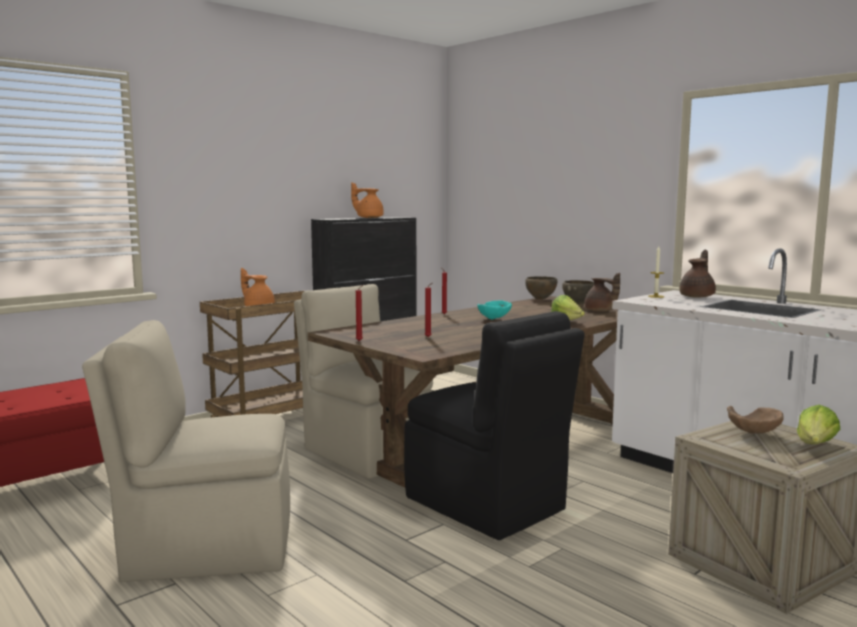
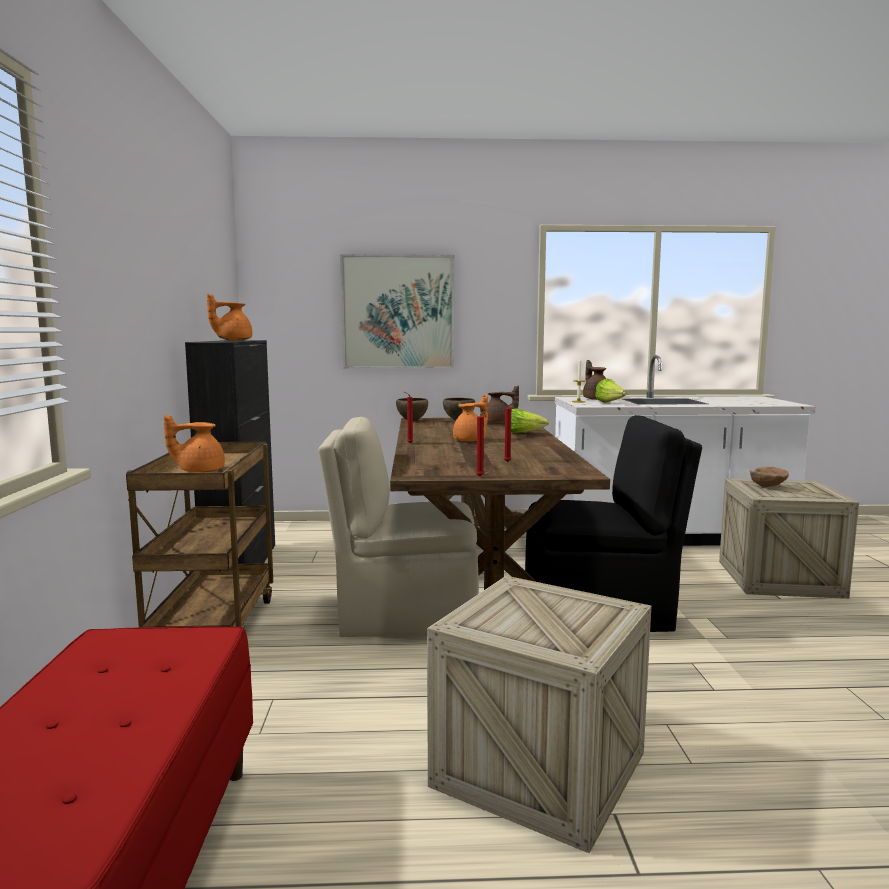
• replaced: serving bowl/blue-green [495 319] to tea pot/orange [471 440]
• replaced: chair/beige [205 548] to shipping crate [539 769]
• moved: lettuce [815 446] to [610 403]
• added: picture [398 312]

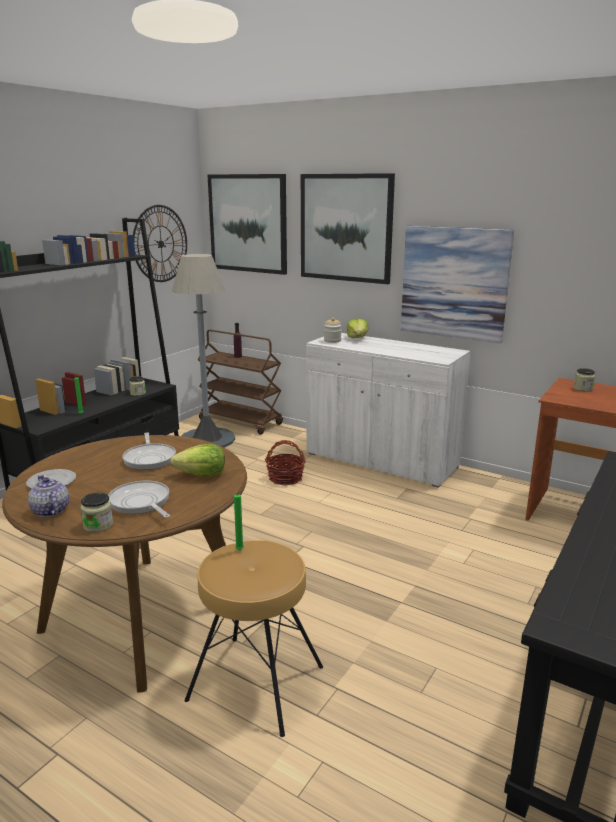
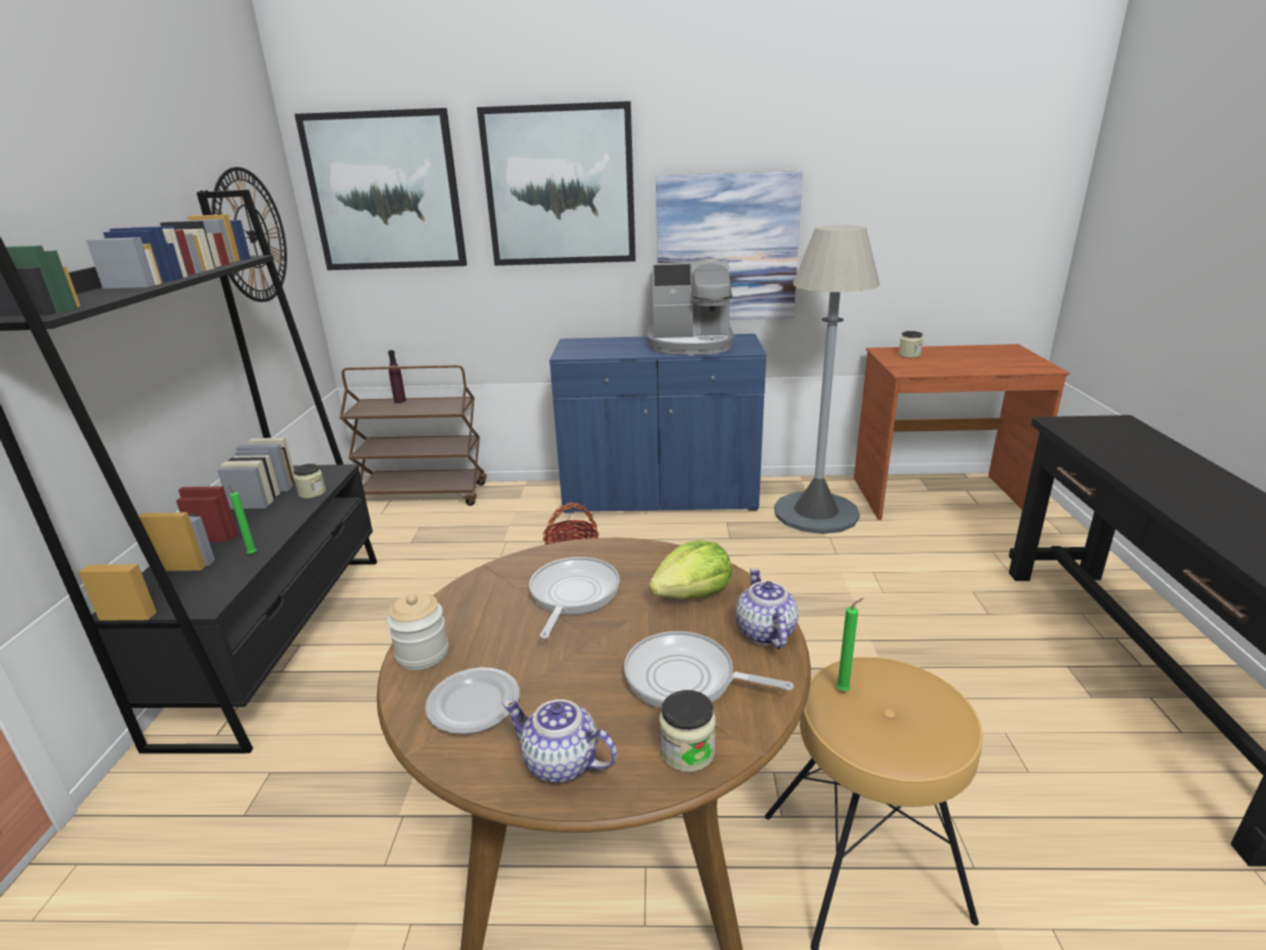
• moved: floor lamp/grey [207 439] to [816 513]
• moved: jar [332 340] to [422 653]
• removed: lettuce [357 338]
• recoloured: cabinet/whitish [381 460] to cabinet/blue-coloured [660 496]
• turned: skillet [150 458] = [572 595] 120 degrees counterclockwise
• added: coffee machine [691 344]
• added: tea pot [765 633]

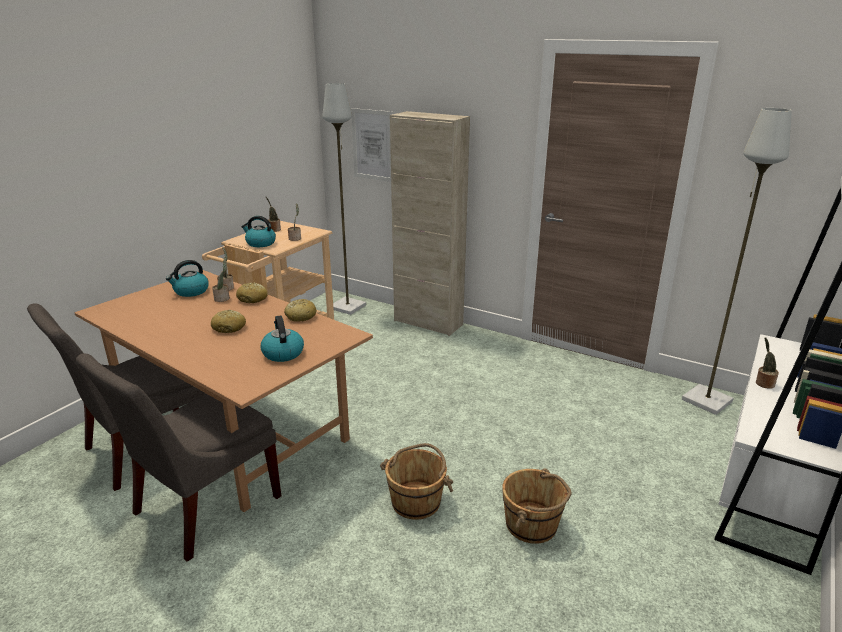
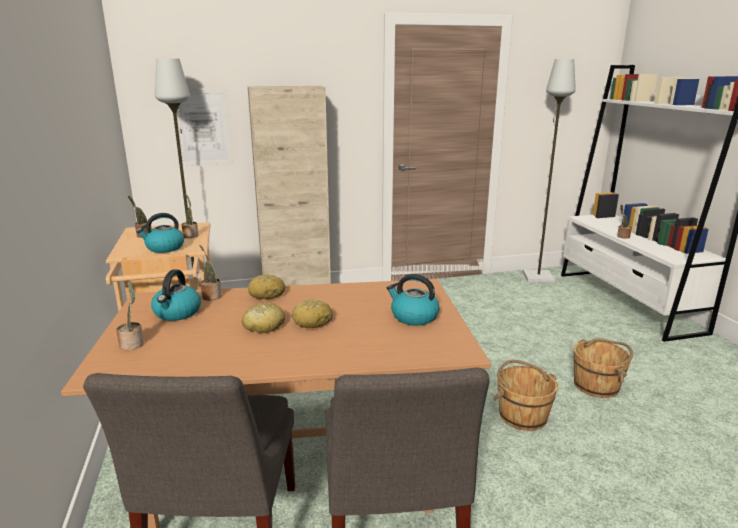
• moved: potted plant [223 298] to [132 344]
• moved: bread [300 316] to [263 326]

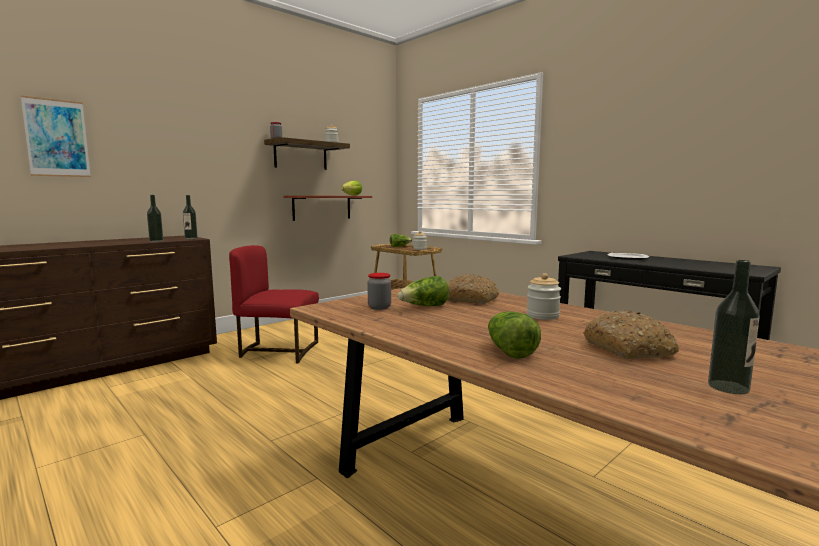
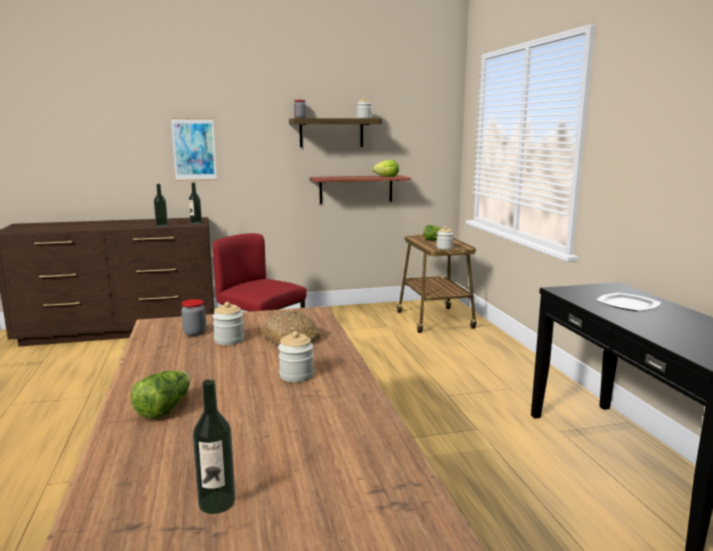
• moved: picture [57 138] to [194 149]
• replaced: lettuce [424 307] to jar [229 340]
• removed: bread [629 349]

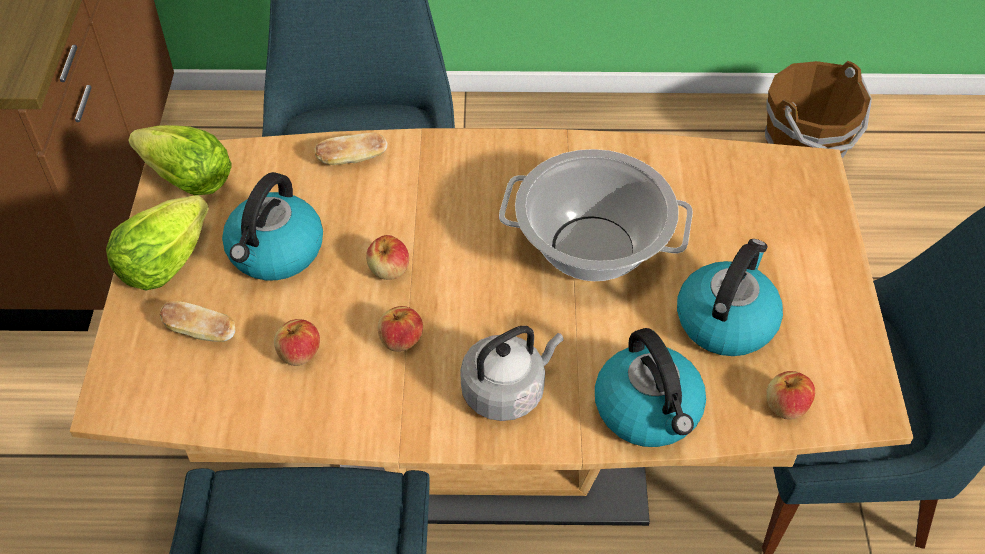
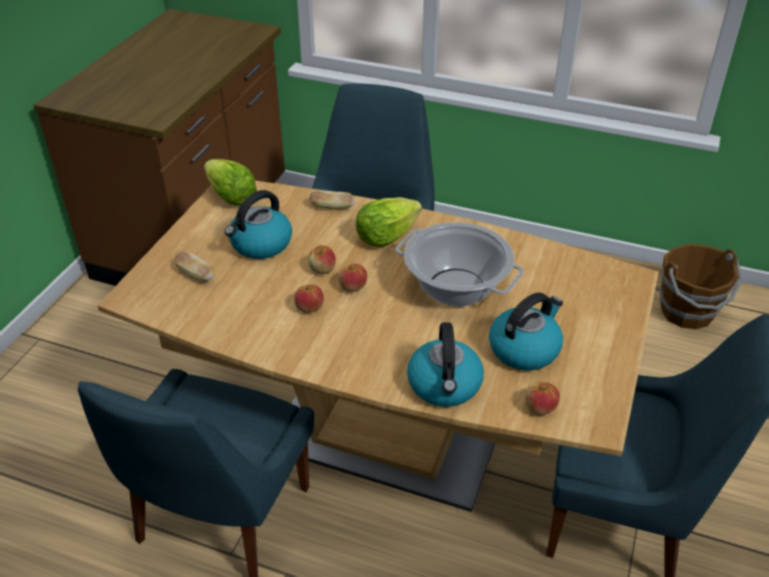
• moved: lettuce [163 263] to [386 236]
• moved: apple fruit [299 354] to [352 287]
• removed: kettle/grey [507 391]

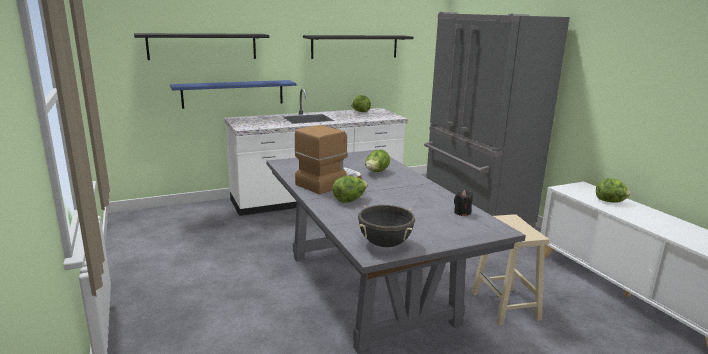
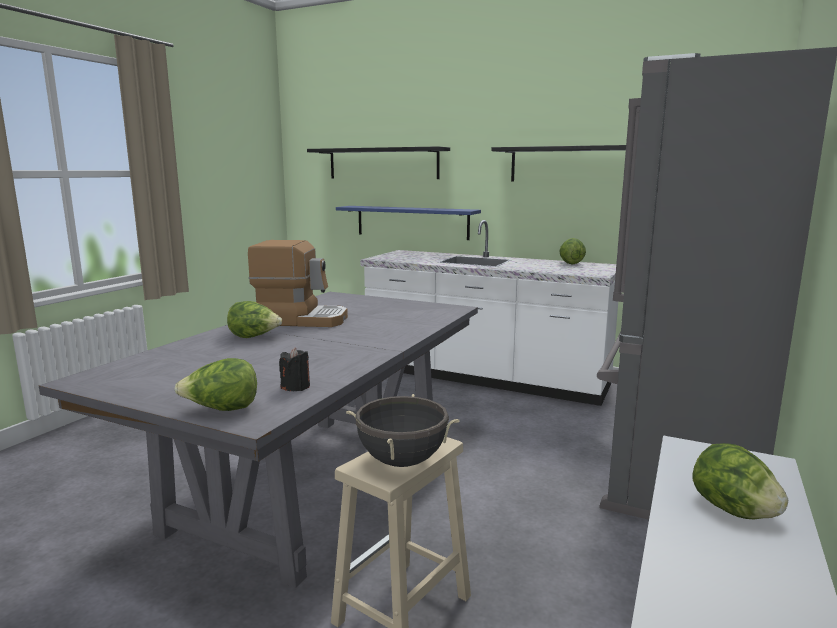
• moved: lettuce [376 172] to [222 410]
• moved: cooking pot/black [385 244] to [402 461]

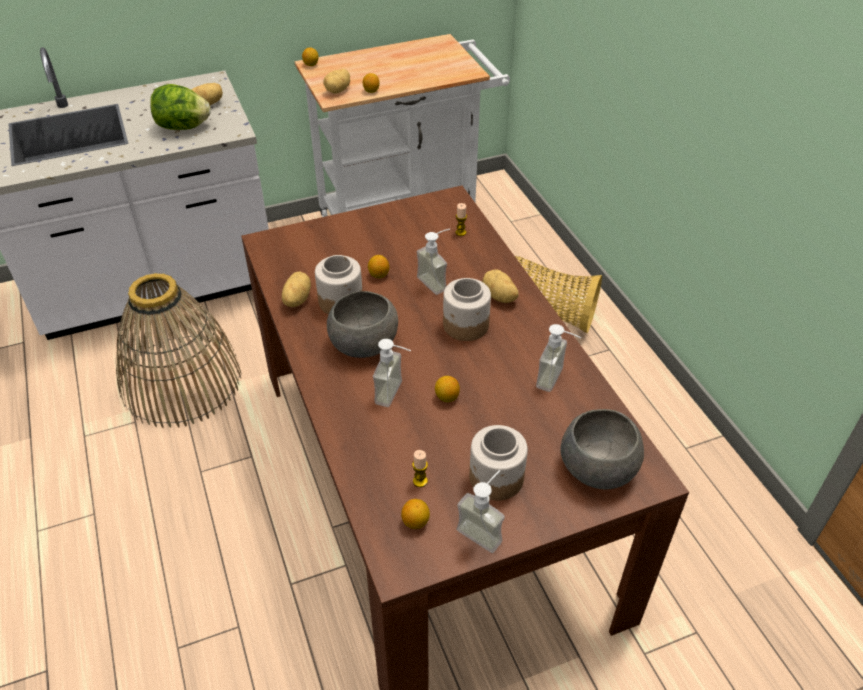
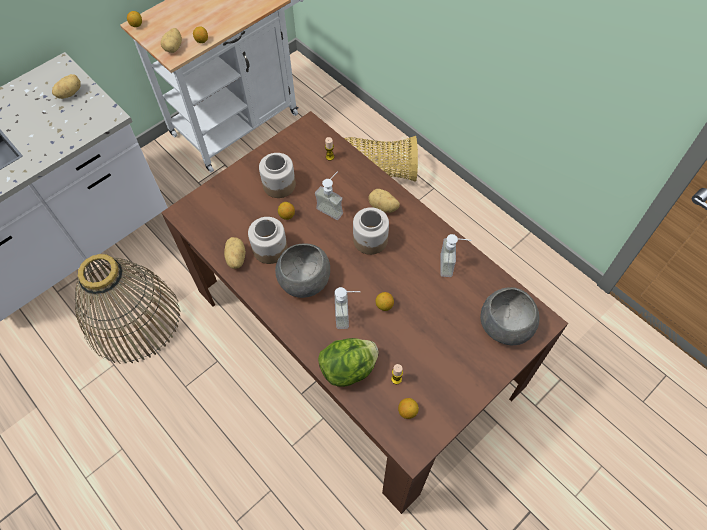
• moved: lettuce [183 127] to [349 368]
• moved: jar [496 479] to [279 185]
• removed: liquid soap bottle [484 529]

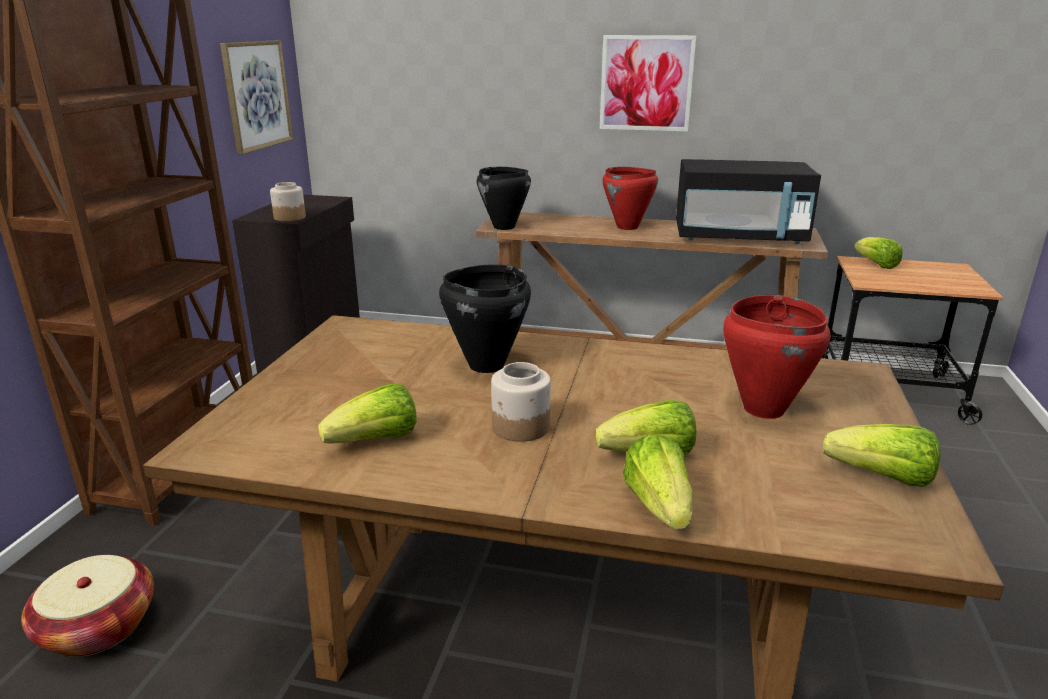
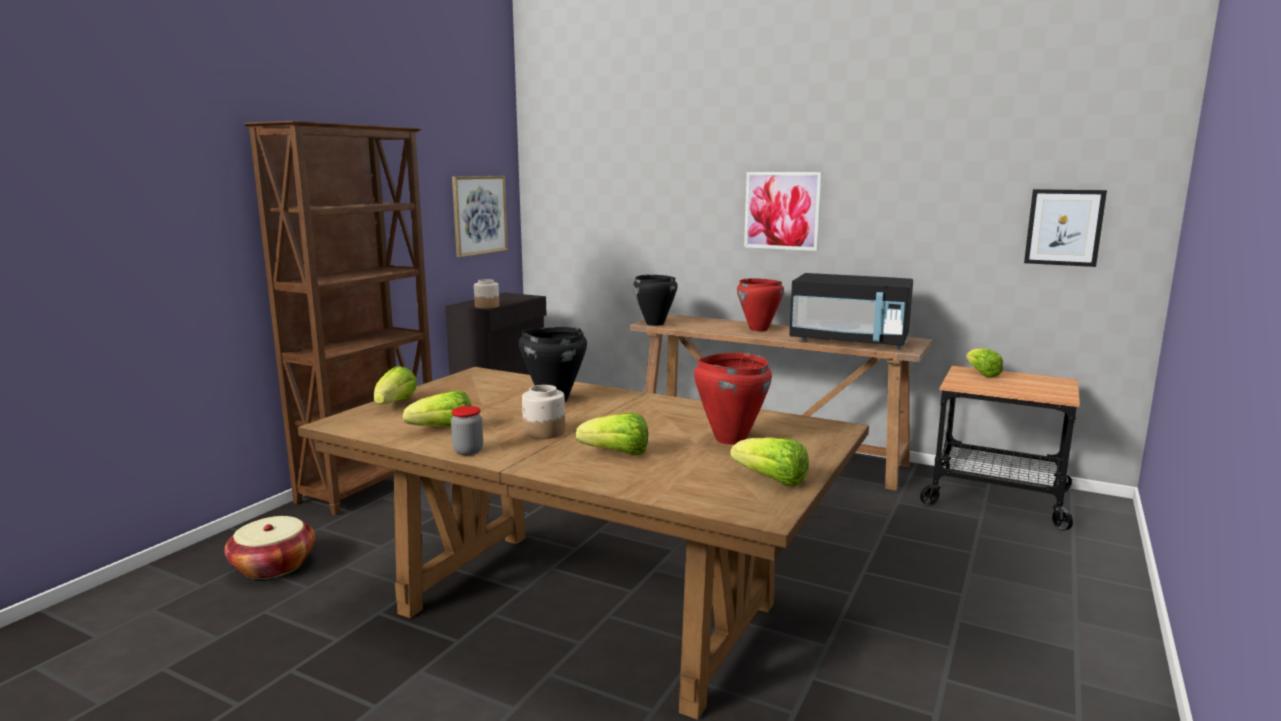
• moved: lettuce [659 506] to [395 403]
• added: picture [1064 227]
• added: jar [468 451]

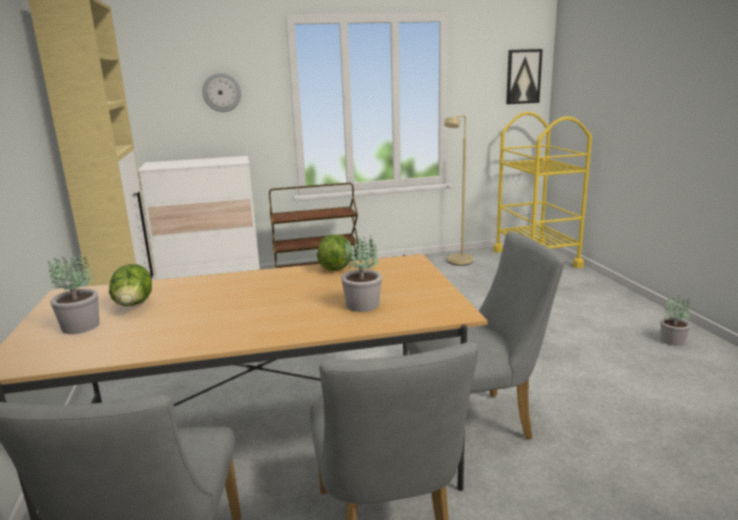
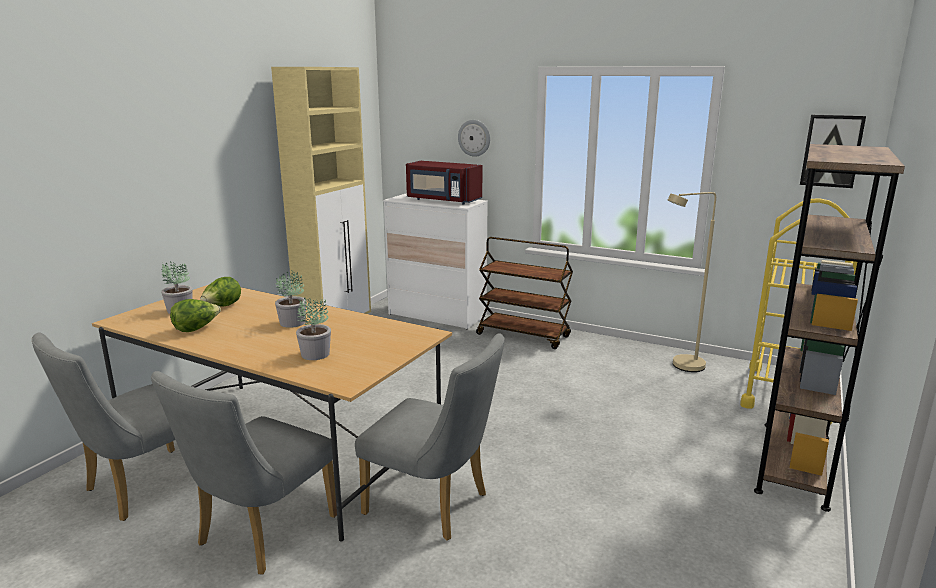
• moved: lettuce [336 267] to [196 329]
• moved: potted plant [672 340] to [293 323]
• added: shelving unit/brown [793 463]
• added: kitchen microwave/red-coloured [442 200]

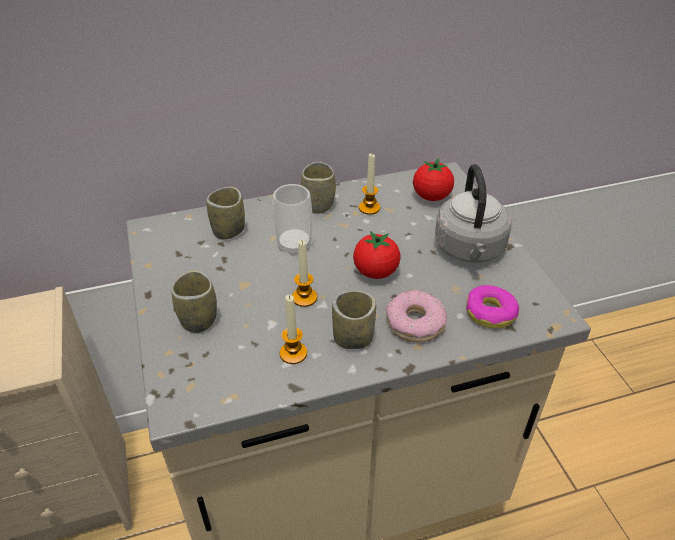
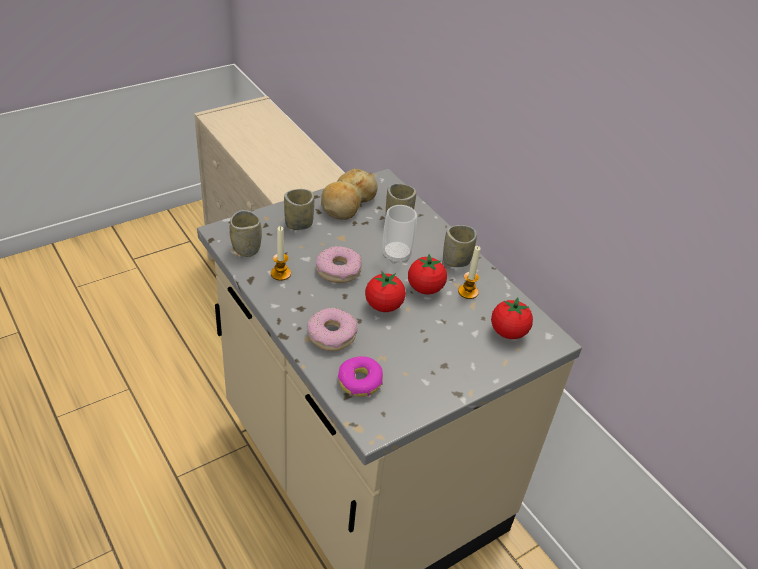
• removed: kettle/grey [469 250]
• replaced: wax candle [304 298] to doughnut [338 270]
• moved: cup [353 338] to [246 248]
• added: bread [347 203]
• added: whole tomato [425 288]

